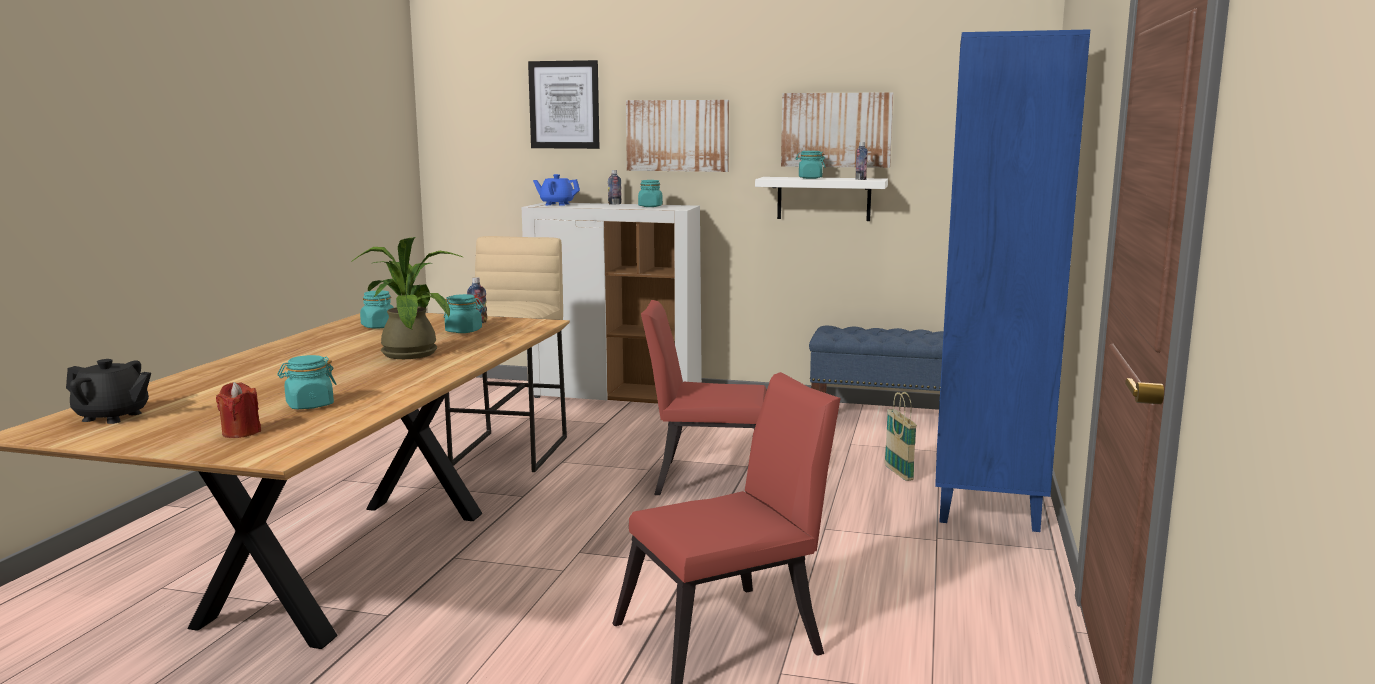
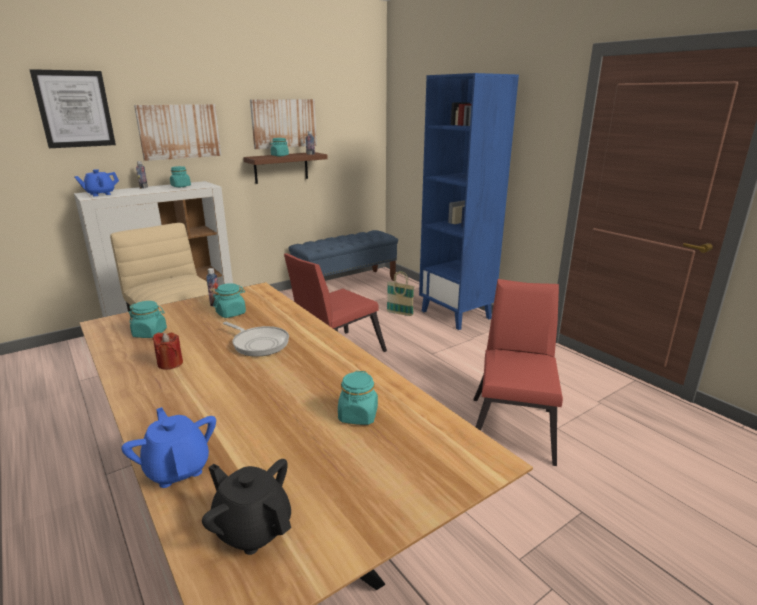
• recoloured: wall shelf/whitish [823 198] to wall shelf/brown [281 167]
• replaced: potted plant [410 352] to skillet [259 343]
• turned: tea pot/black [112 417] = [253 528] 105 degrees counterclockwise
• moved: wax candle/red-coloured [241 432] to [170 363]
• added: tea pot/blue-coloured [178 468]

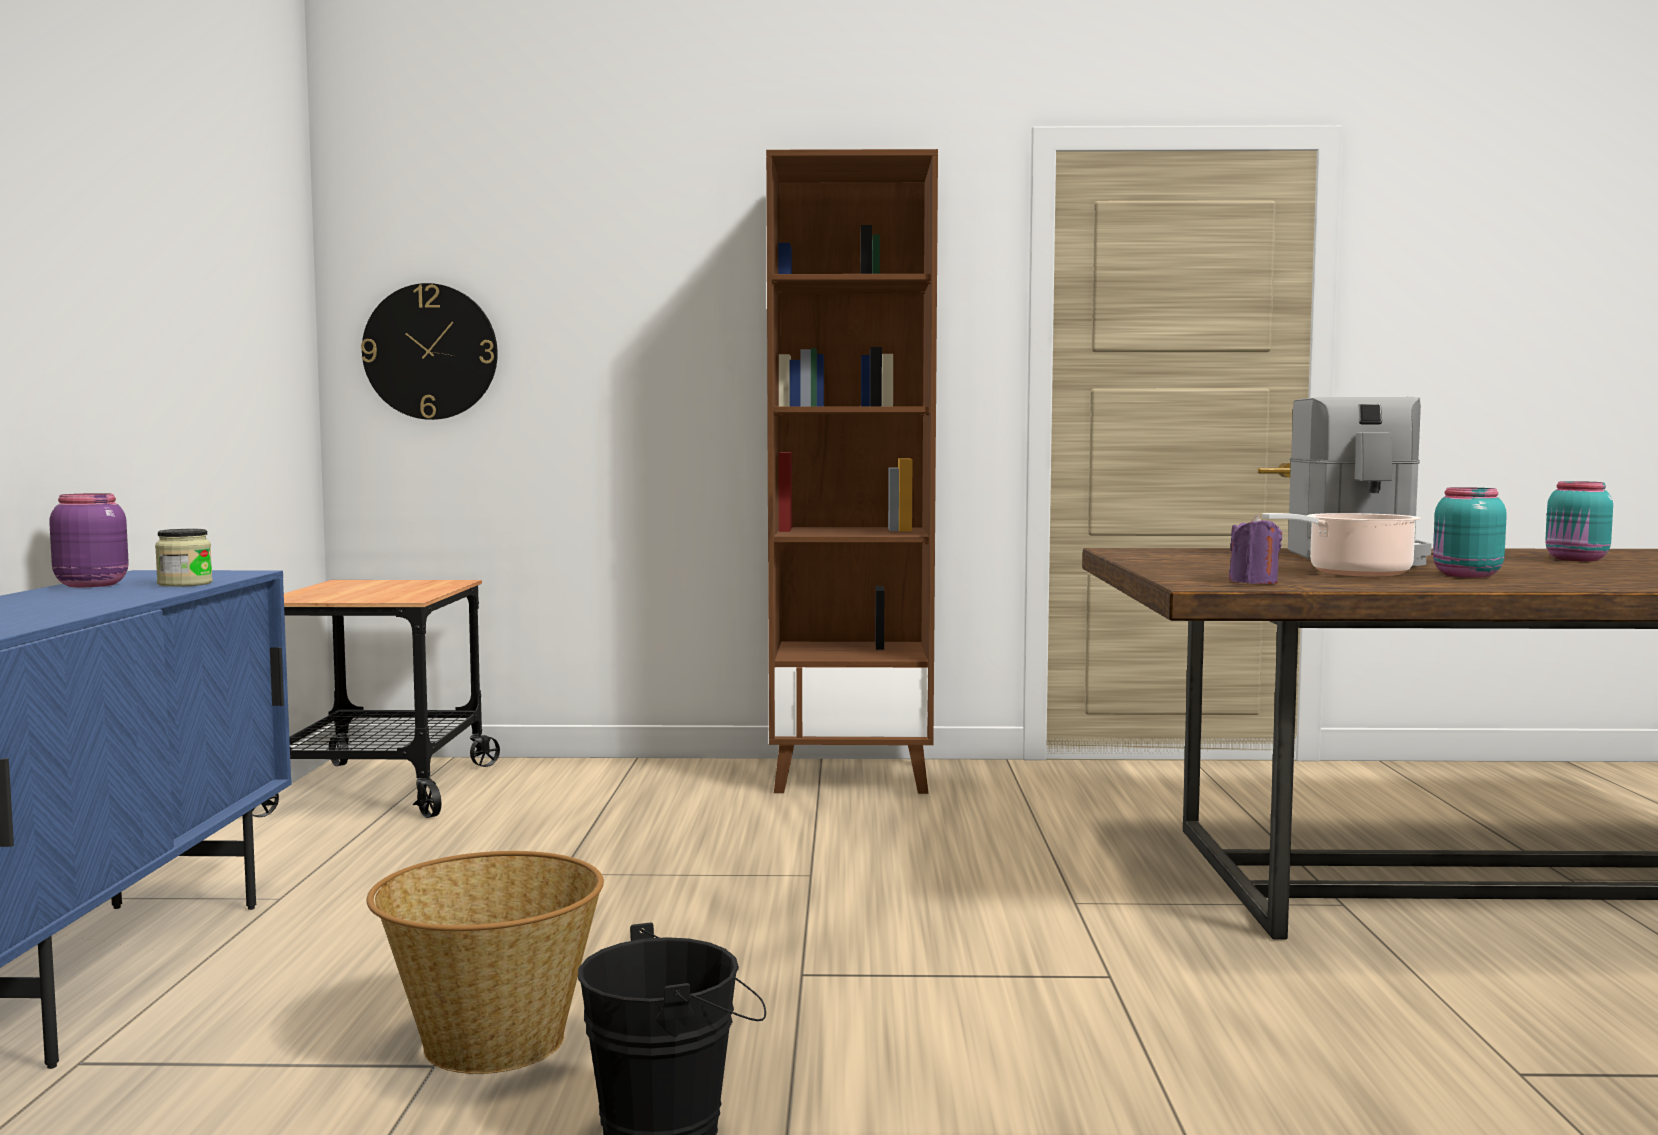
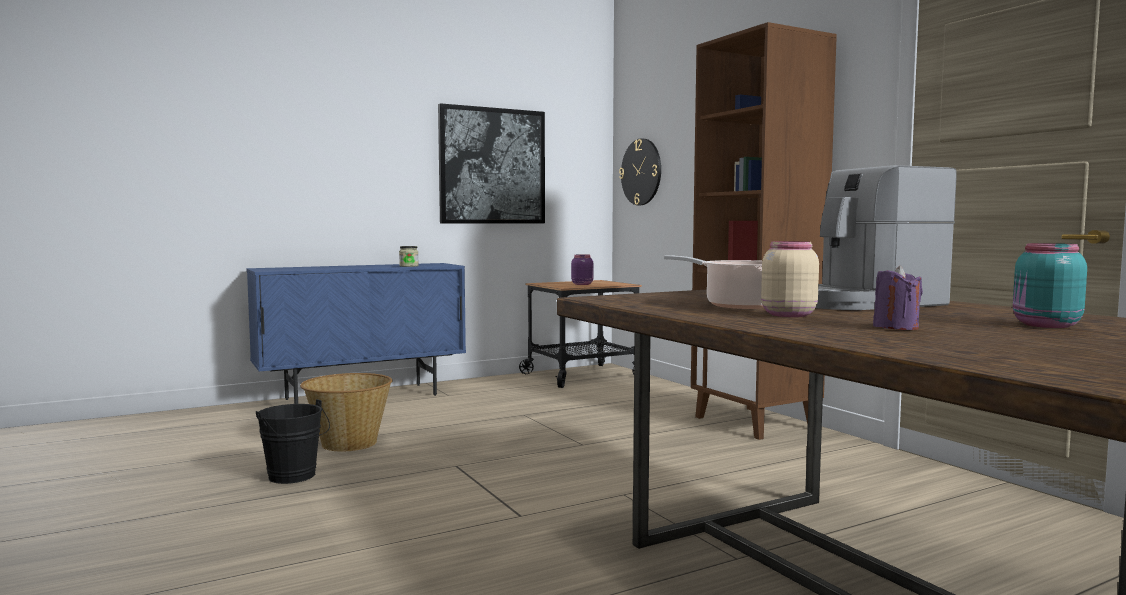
• recoloured: jar/blue-green [1465 575] to jar/beige [787 315]
• moved: jar/purplish [91 584] to [582 284]
• moved: wax candle/purplish [1253 582] to [895 327]
• added: picture [492 166]

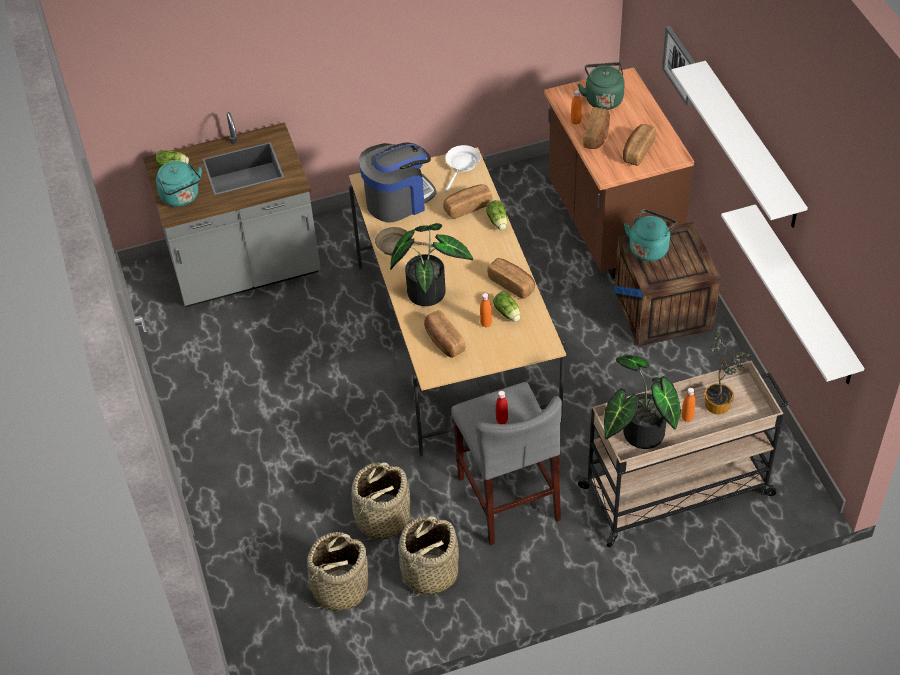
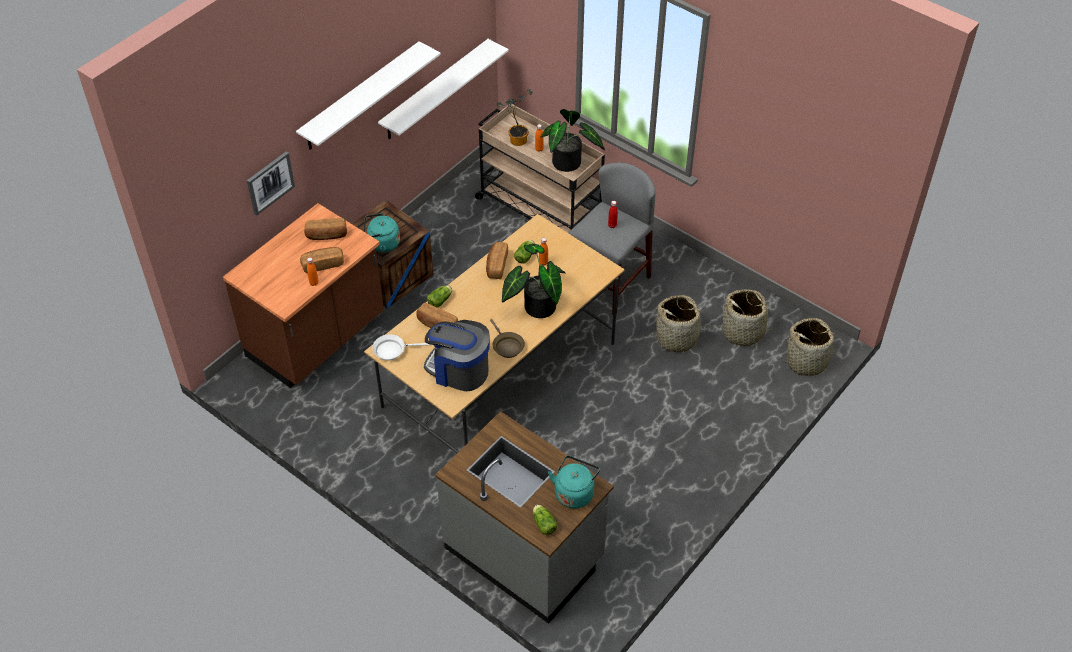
• removed: kettle/greenish [603 98]
• removed: bread [443 341]
• moved: household basket [429 573] to [807 361]

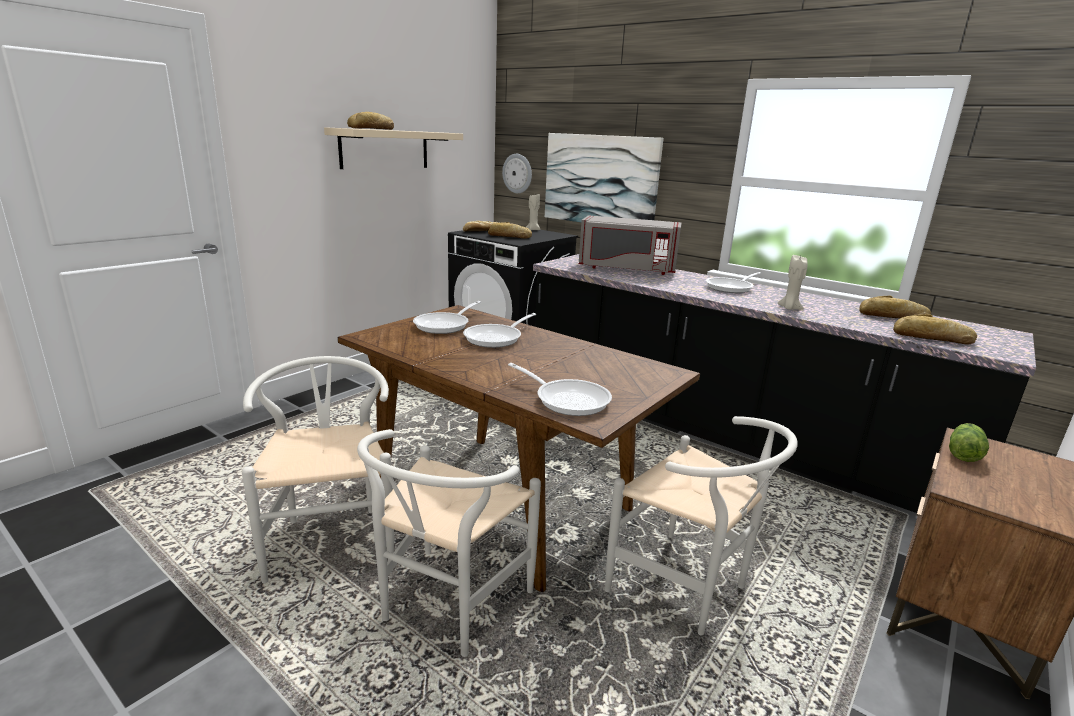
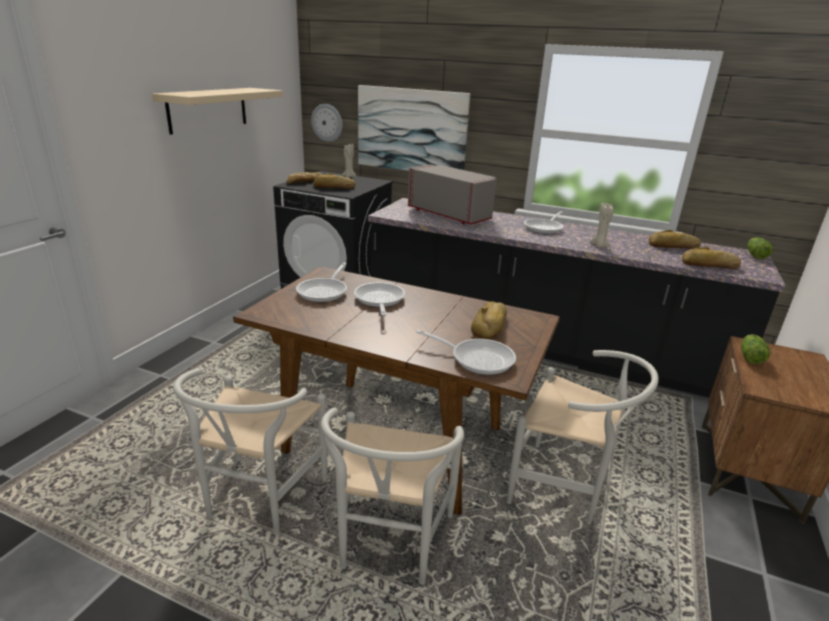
• moved: bread [372 129] to [491 325]
• turned: kitchen microwave/grey [626 269] = [450 214] 135 degrees counterclockwise
• turned: skillet [497 338] = [379 300] 150 degrees clockwise
• turned: chair/whitish [332 537] = [259 501] 135 degrees counterclockwise
• added: lettuce [755 255]

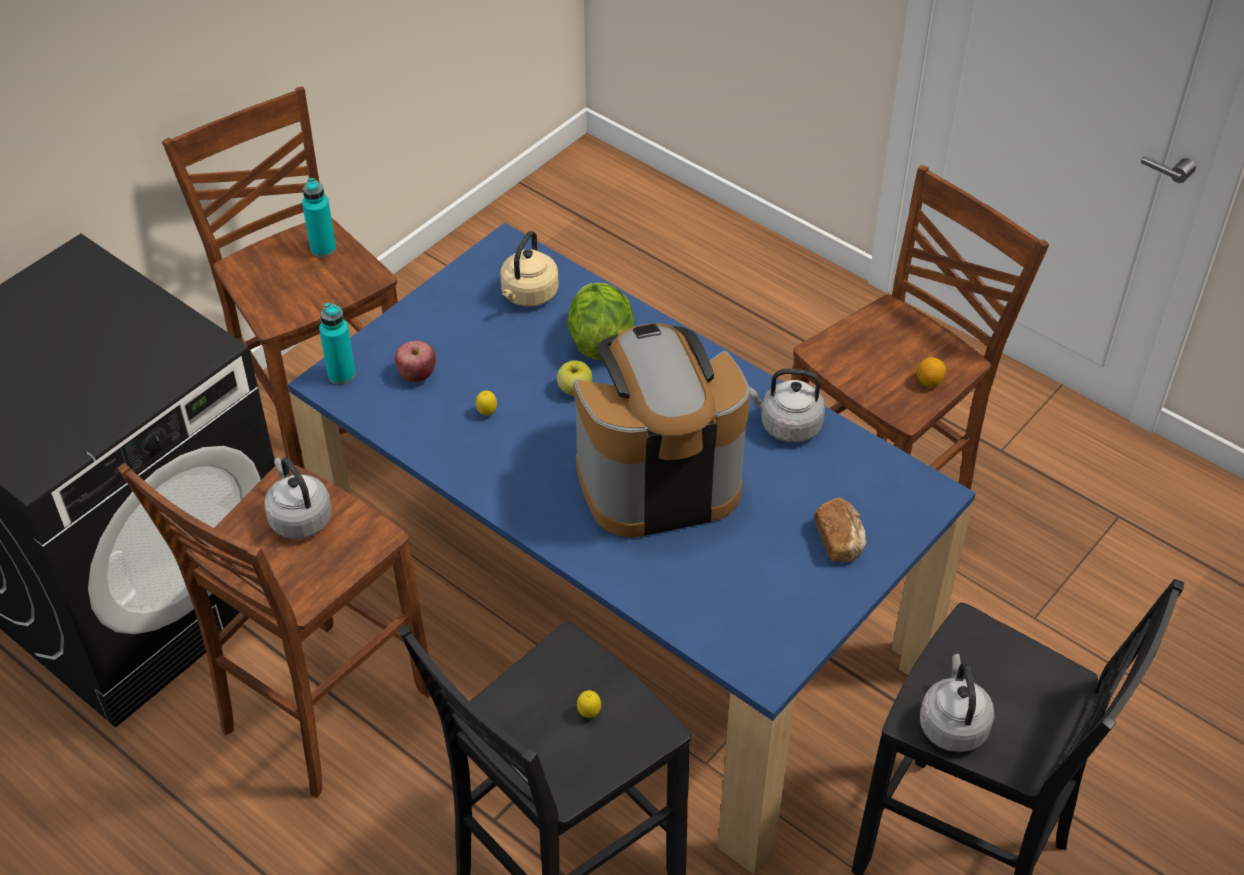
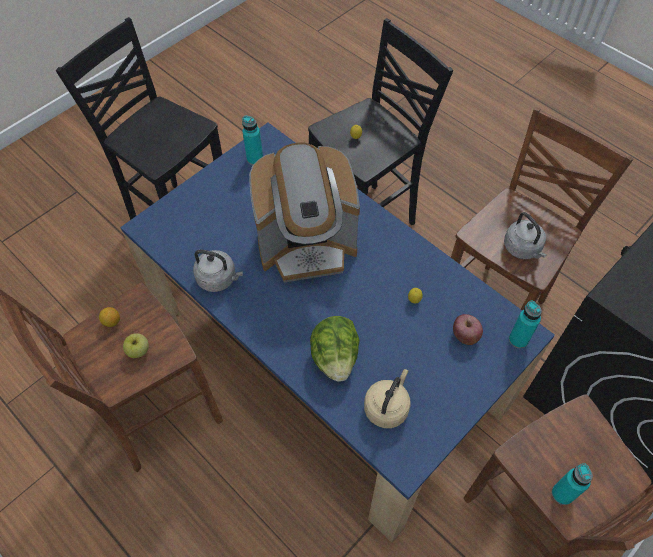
• moved: apple fruit [574 389] to [138 351]
• removed: bread [840 540]
• removed: kettle/grey [952 724]
• added: bottle/blue-green [255 159]

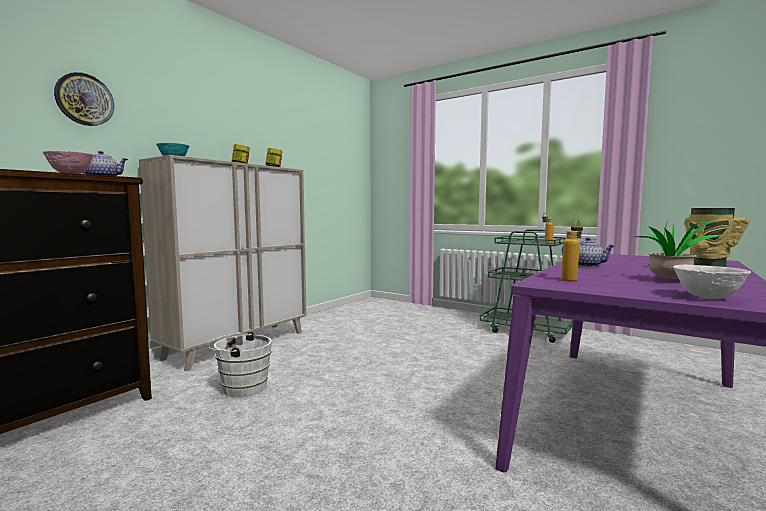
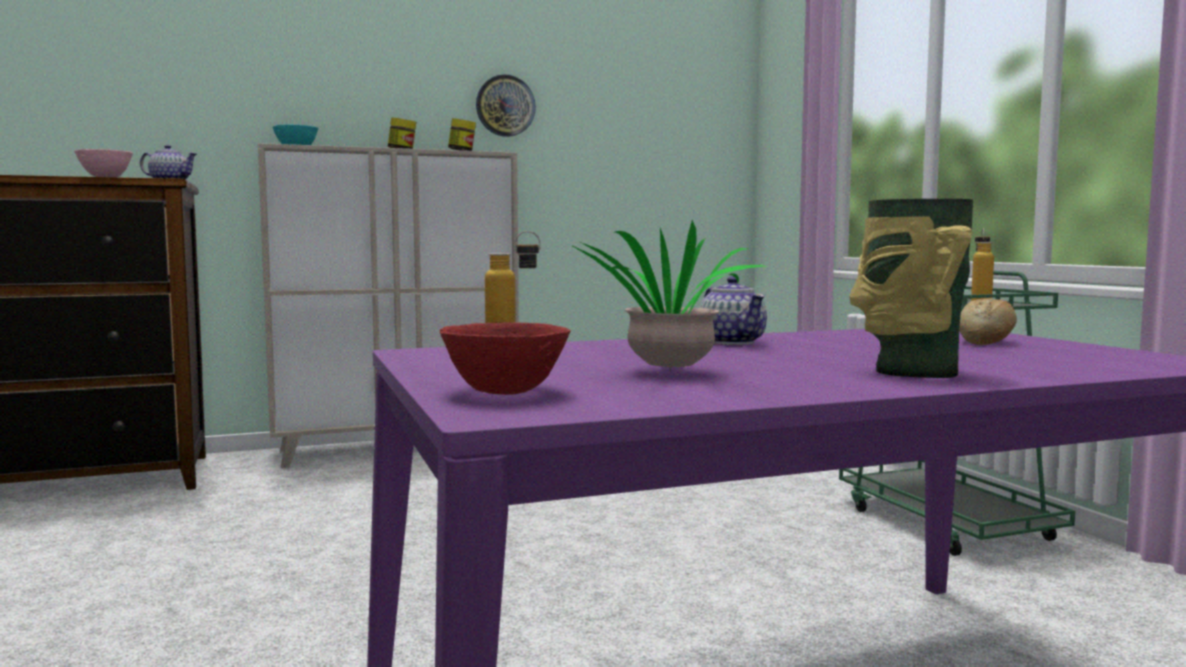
• moved: clock on the wall [84 99] to [505 106]
• recoloured: serving bowl/whitish [707 297] to serving bowl/red-coloured [506 393]
• removed: bucket/whitish [241 388]
• added: bread [986 342]

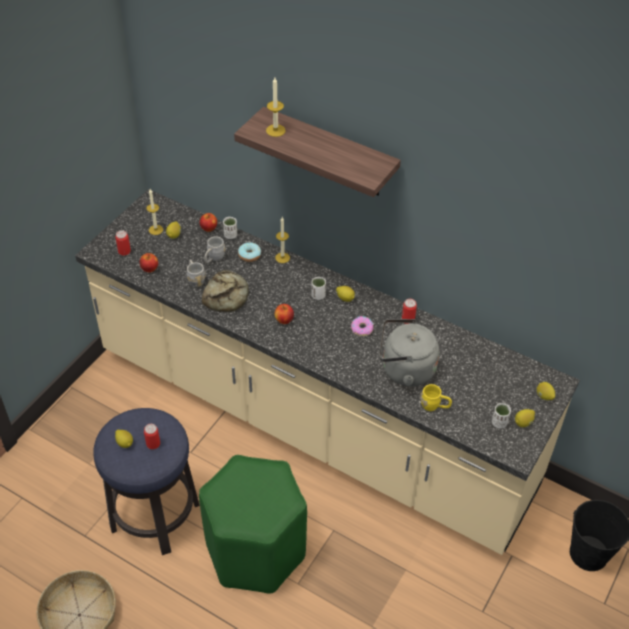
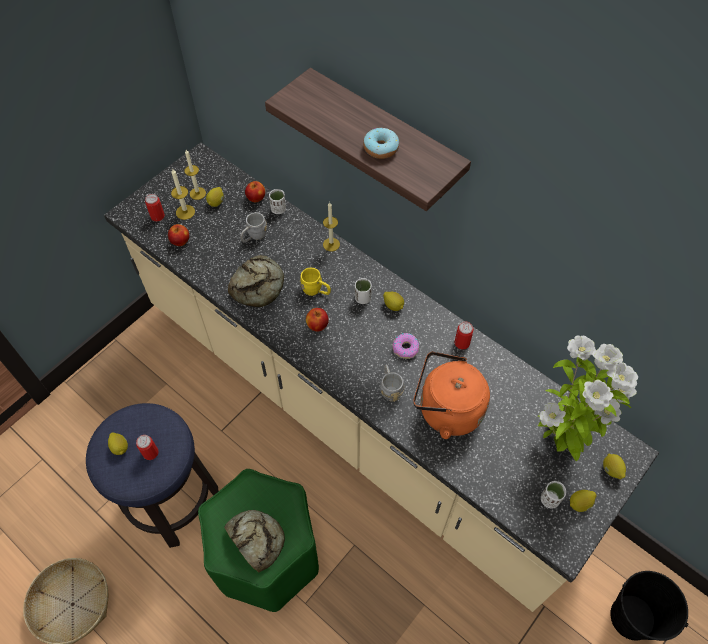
• moved: wax candle [275 130] to [185 212]
• moved: doughnut [249 255] to [381 148]
• moved: tea mug/grey [195 279] to [389 388]
• recoloured: kettle/grey [404 370] to kettle/orange [446 410]
• moved: tea mug/yellowish [434 406] to [316 291]
• added: potted plant [559 440]
• added: bread [256 539]

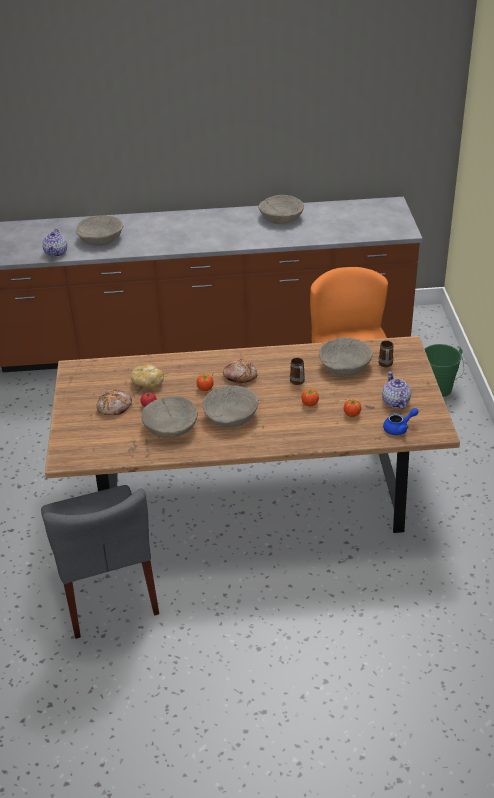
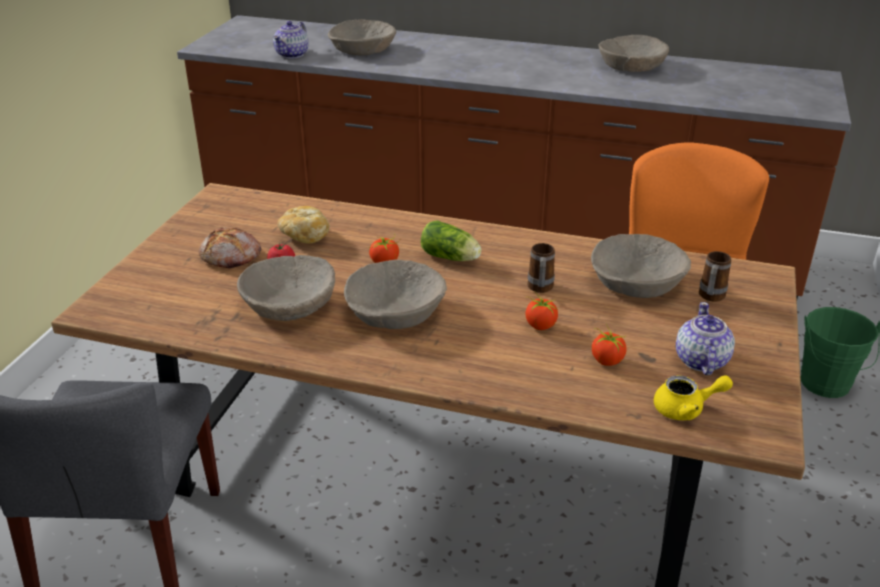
• replaced: bread [240 375] to lettuce [451 258]
• recoloured: tea pot/blue-coloured [399 428] to tea pot/yellowish [686 409]

